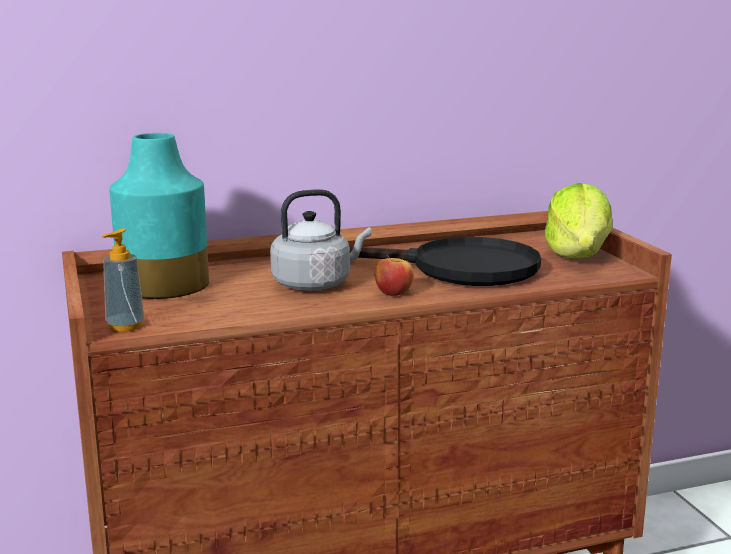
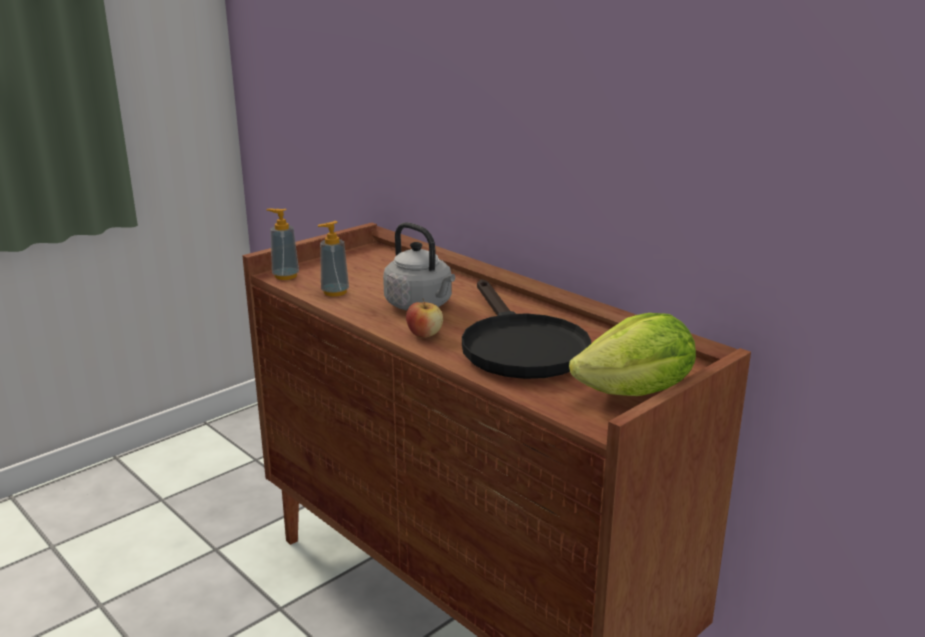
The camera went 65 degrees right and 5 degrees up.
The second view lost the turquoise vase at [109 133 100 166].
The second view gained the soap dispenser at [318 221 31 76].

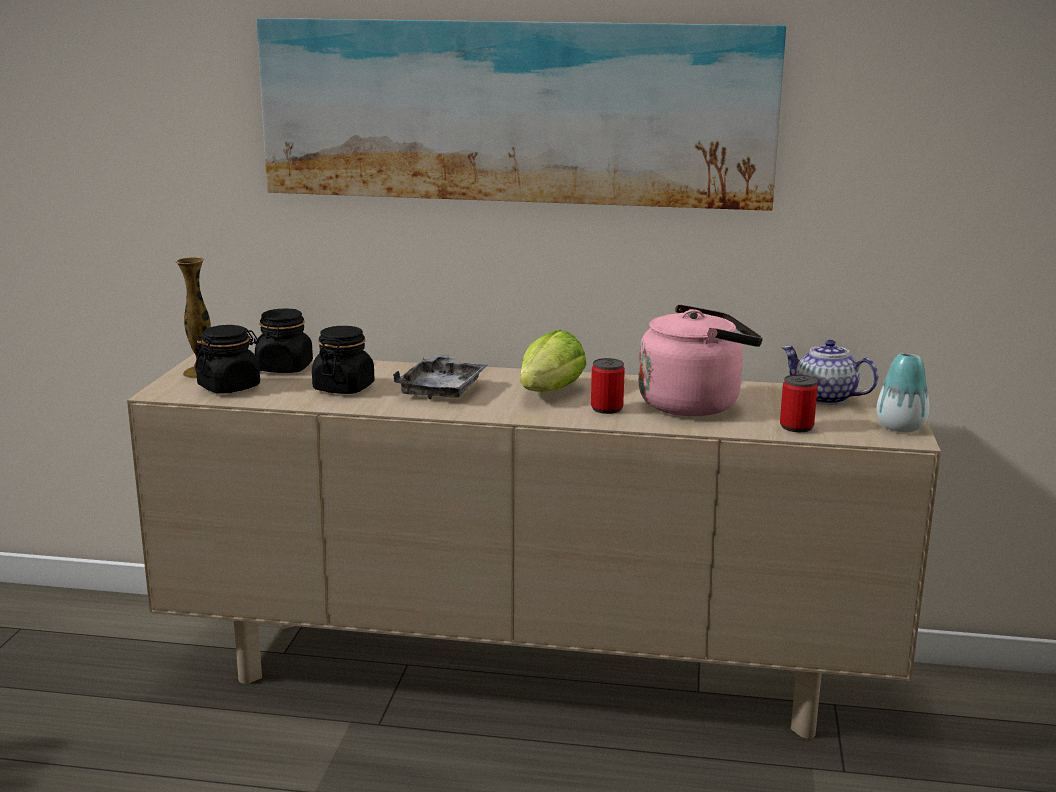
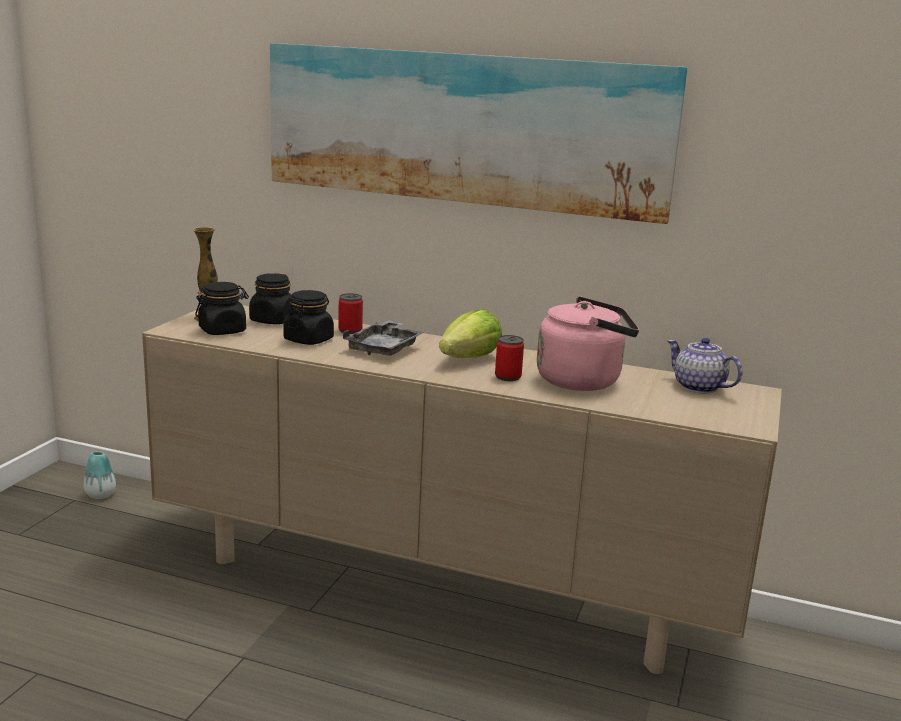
The camera went 10 degrees right and 0 degrees up.
The vase ended up elsewhere, having gone from [876 353 53 79] to [84 451 32 48].
The can ended up elsewhere, having gone from [780 375 38 57] to [338 293 25 41].

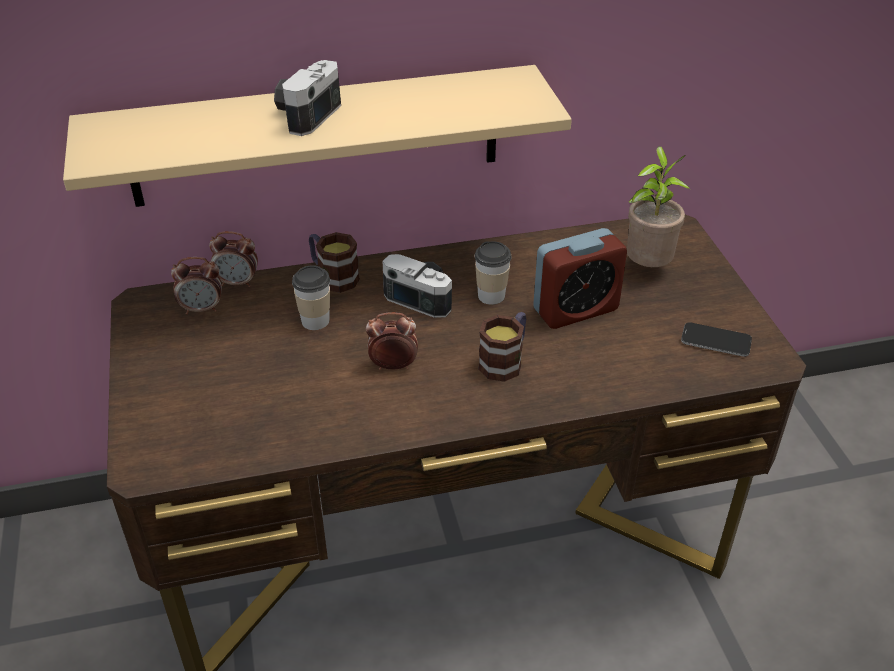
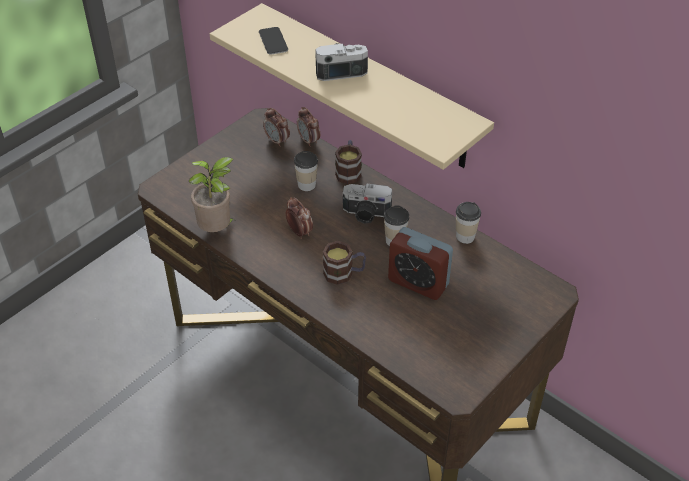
The camera went 55 degrees right and 5 degrees up.
The potted plant ended up elsewhere, having gone from [627 146 63 121] to [188 157 46 75].
The photo camera at [383 254 69 64] ended up facing another way, 105 degrees clockwise from before.
The phone ended up elsewhere, having gone from [681 322 71 35] to [259 27 29 28].
The second view gained the cup at [456 202 25 42].

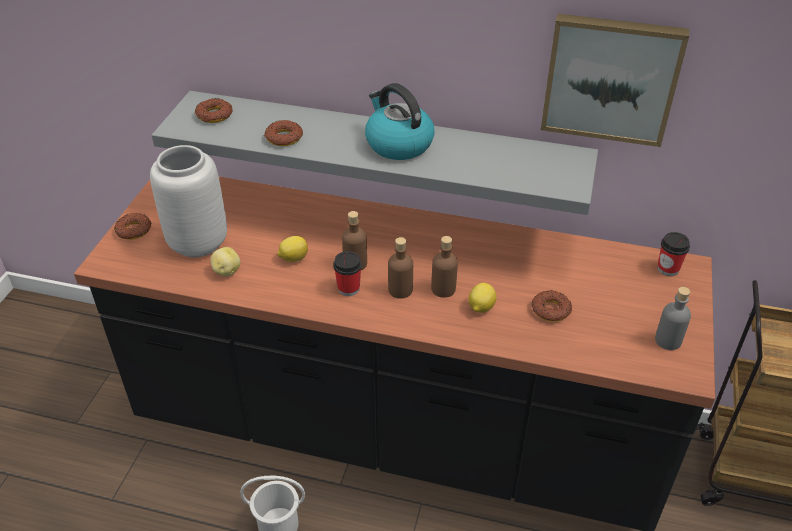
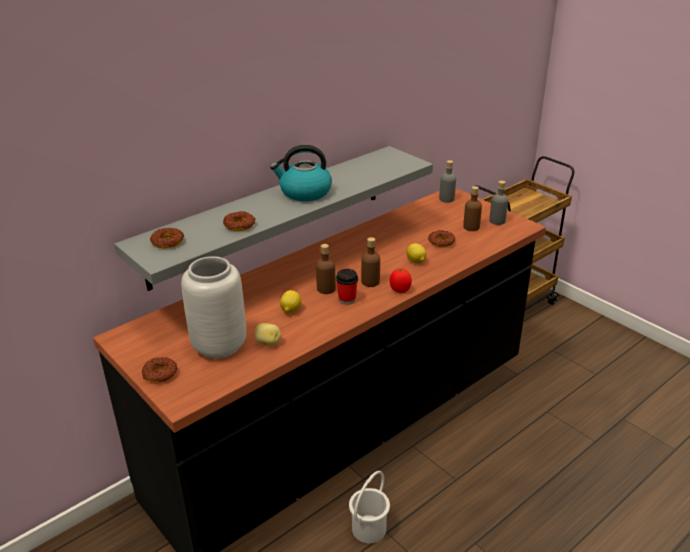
The camera went 55 degrees left and 10 degrees down.
The second view lost the picture at [541 14 148 133].
Where the cup stood at [657 232 33 44], the grey bottle came to stand at [439 160 17 43].
The brown bottle ended up elsewhere, having gone from [431 236 27 62] to [463 186 19 45].
The second view gained the tomato at [389 268 23 25].

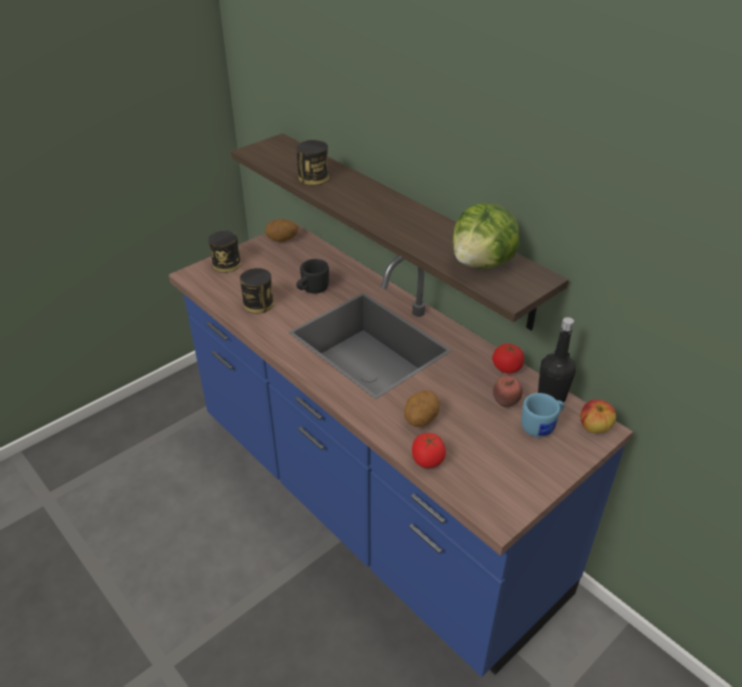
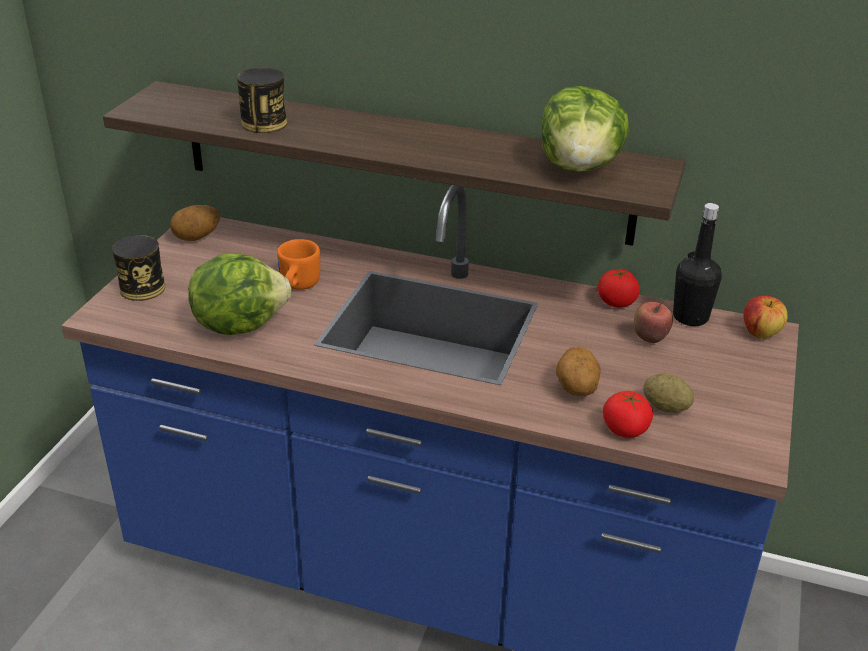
The camera went 30 degrees left and 5 degrees down.
What was the black mug at [296 259 33 35] turned into the orange mug at [277 239 43 51].
Where the can stood at [240 268 34 46], the lettuce came to stand at [188 253 103 82].
The second view lost the blue mug at [521 393 44 44].
The second view gained the potato at [643 373 51 39].

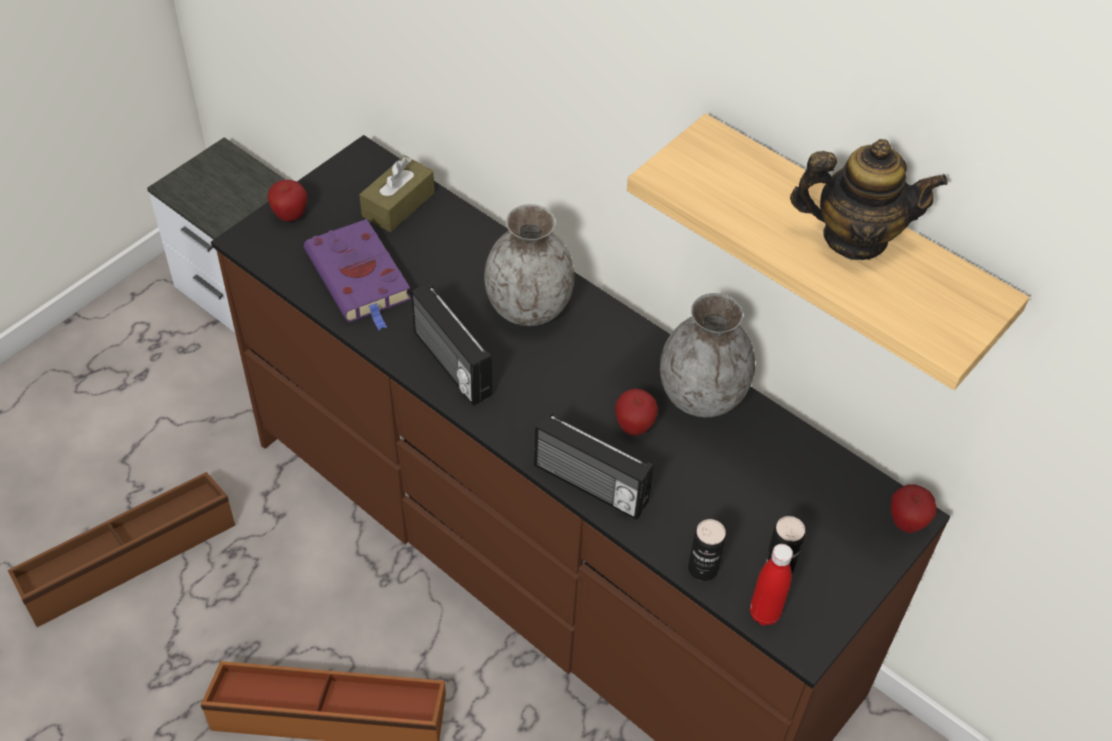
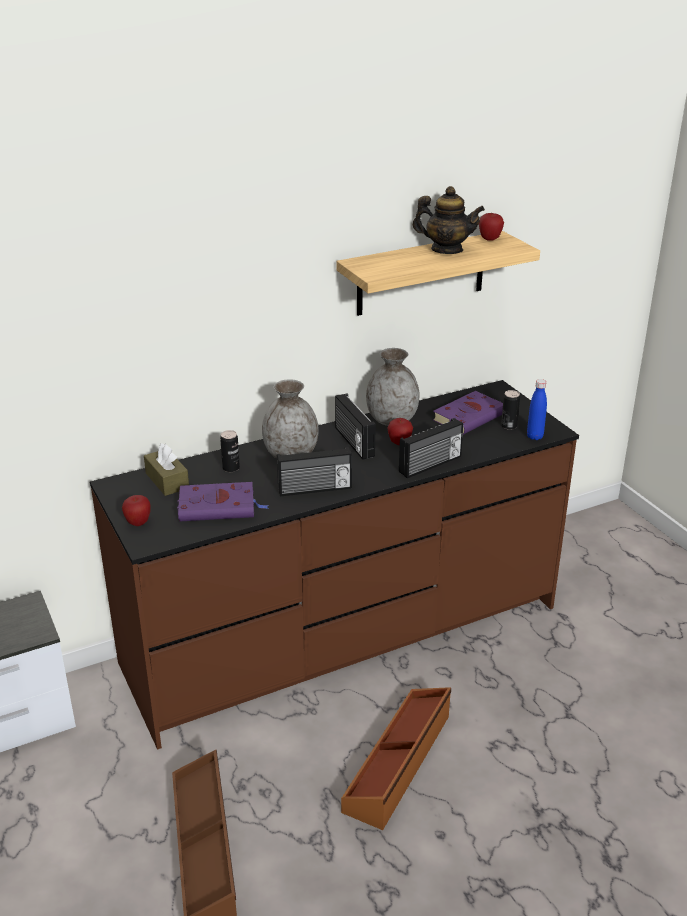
The camera went 65 degrees left and 20 degrees down.
The teapot at [790 139 158 121] ended up facing another way, 75 degrees clockwise from before.
The apple ended up elsewhere, having gone from [890 484 47 49] to [479 213 25 28].
The can ended up elsewhere, having gone from [688 519 38 62] to [220 430 20 42].
What was the red bottle at [750 544 43 81] turned into the blue bottle at [527 379 20 61].
The second view gained the purple book at [433 391 70 44].
The second view gained the radio at [335 394 41 66].

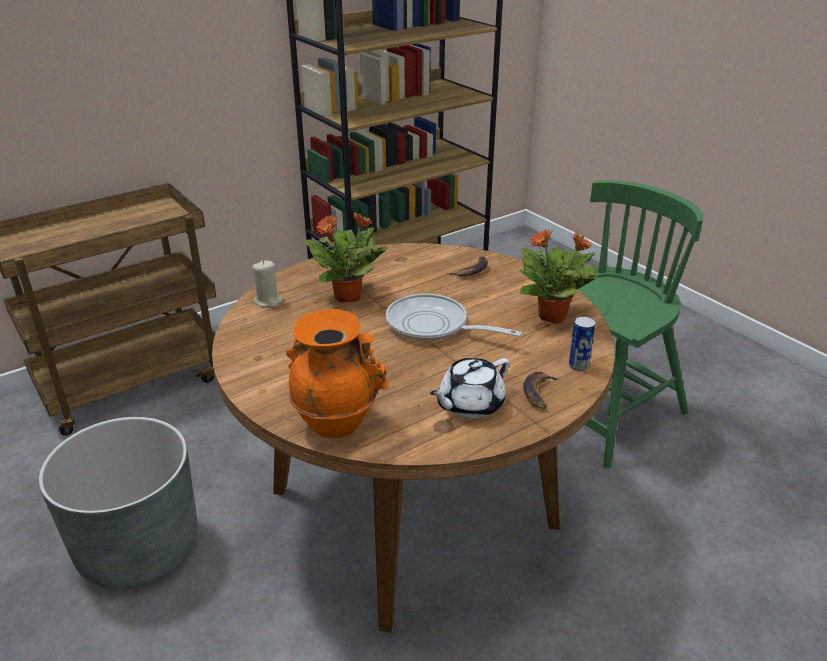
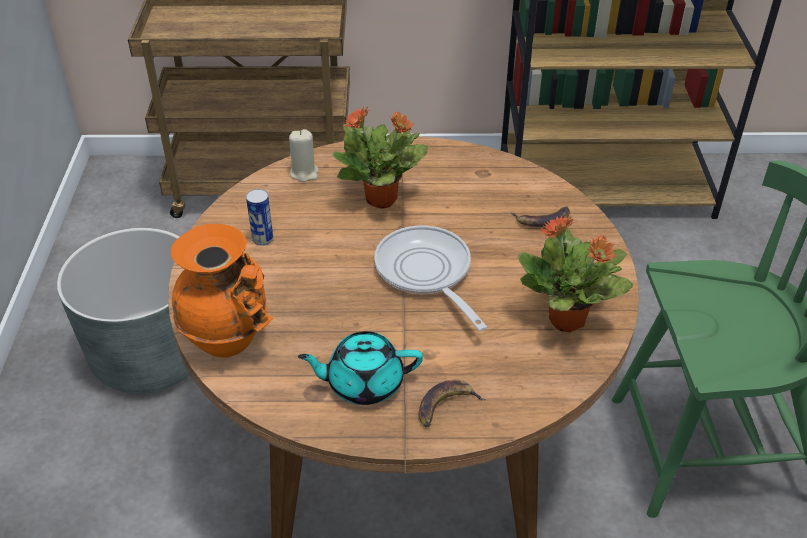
The camera went 35 degrees right and 10 degrees up.
The can ended up elsewhere, having gone from [569 316 26 55] to [246 189 27 57].
What was the white teapot at [430 358 79 60] turned into the turquoise teapot at [298 331 125 74].

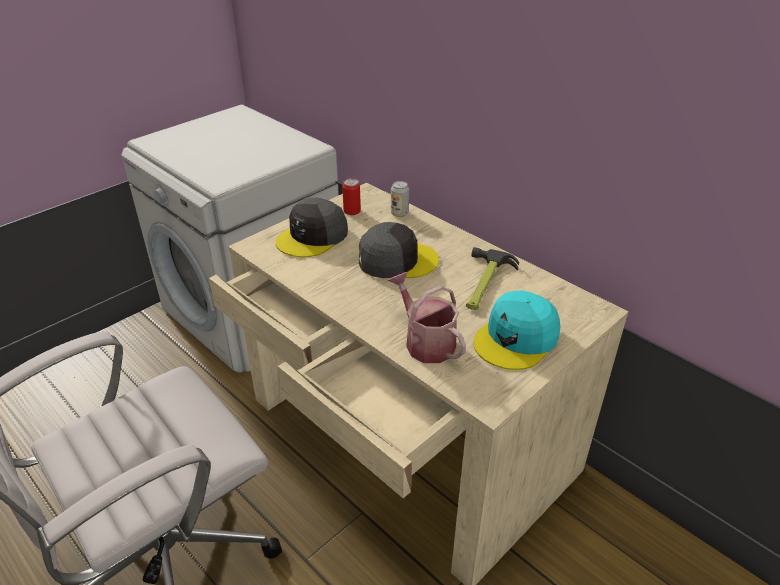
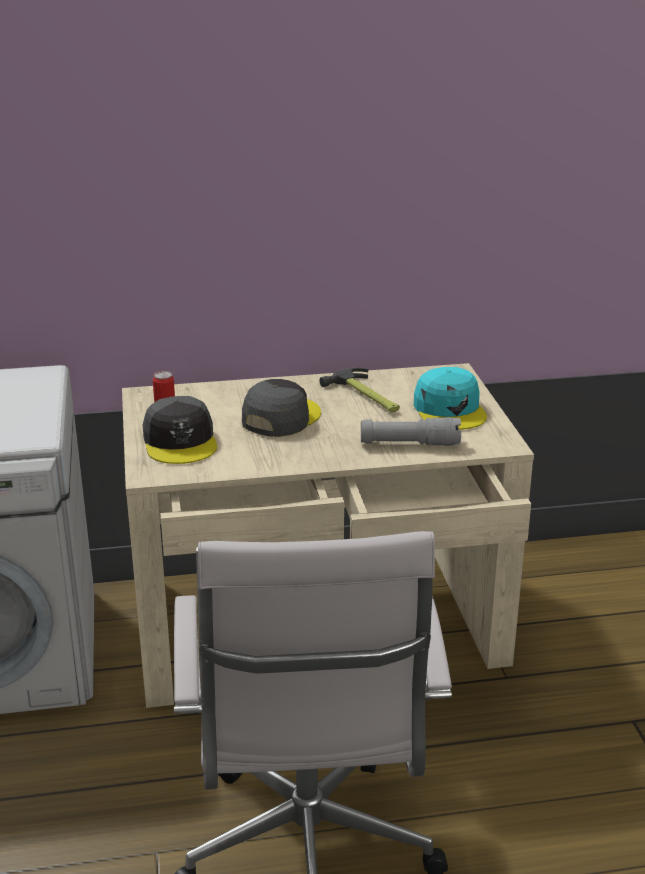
The camera went 55 degrees left and 10 degrees down.
The second view lost the can at [391 181 18 36].
Where the watering can stood at [388 272 78 91], the grey flashlight came to stand at [361 417 100 29].

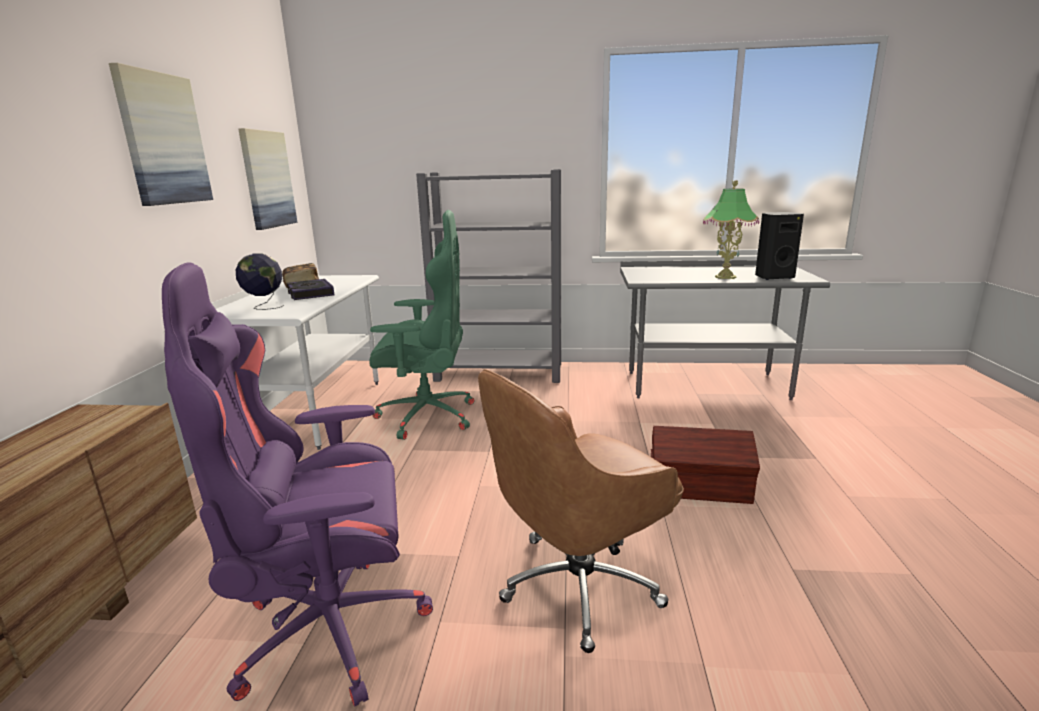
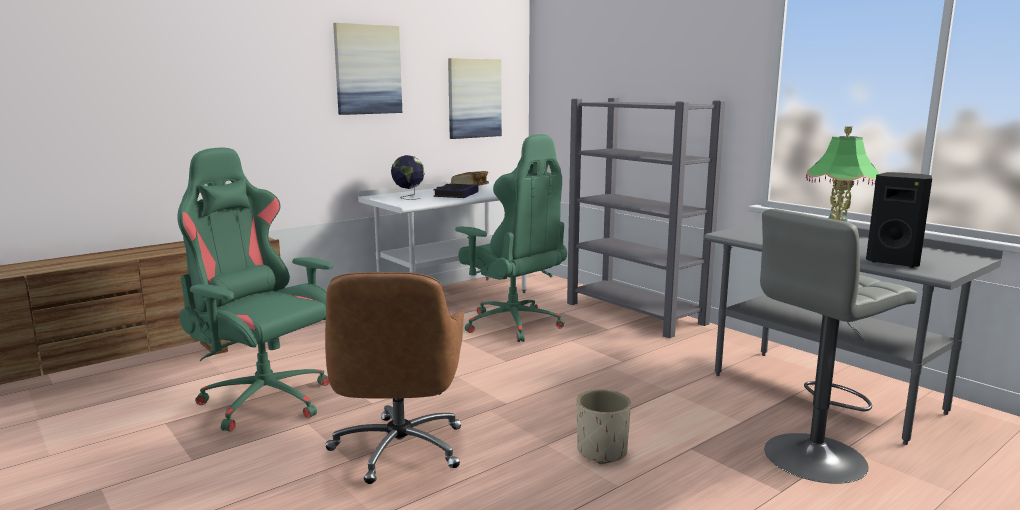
The camera went 45 degrees right and 5 degrees down.
What was the purple office chair at [162 262 271 445] turned into the green office chair at [177 148 156 283].
The brown office chair at [478 369 206 284] ended up facing another way, 105 degrees counterclockwise from before.
Where the brown storage box stood at [651 426 109 78], the beige planter came to stand at [577 390 54 74].
The second view gained the grey stool at [760 209 158 275].

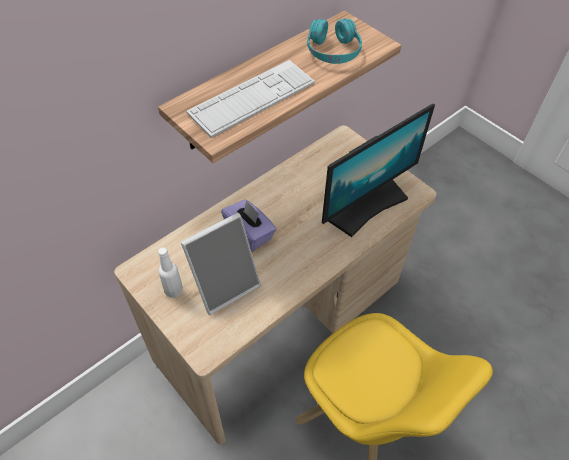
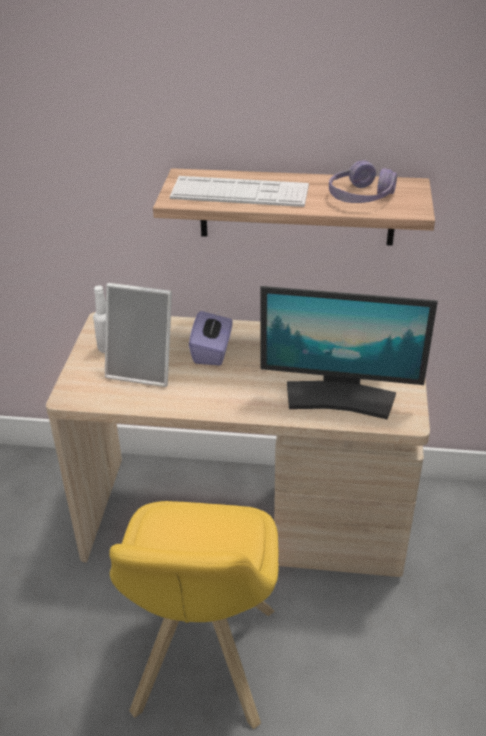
The camera went 50 degrees right and 15 degrees down.
What was the turquoise headphones at [307 18 55 46] turned into the purple headphones at [329 160 68 43].

